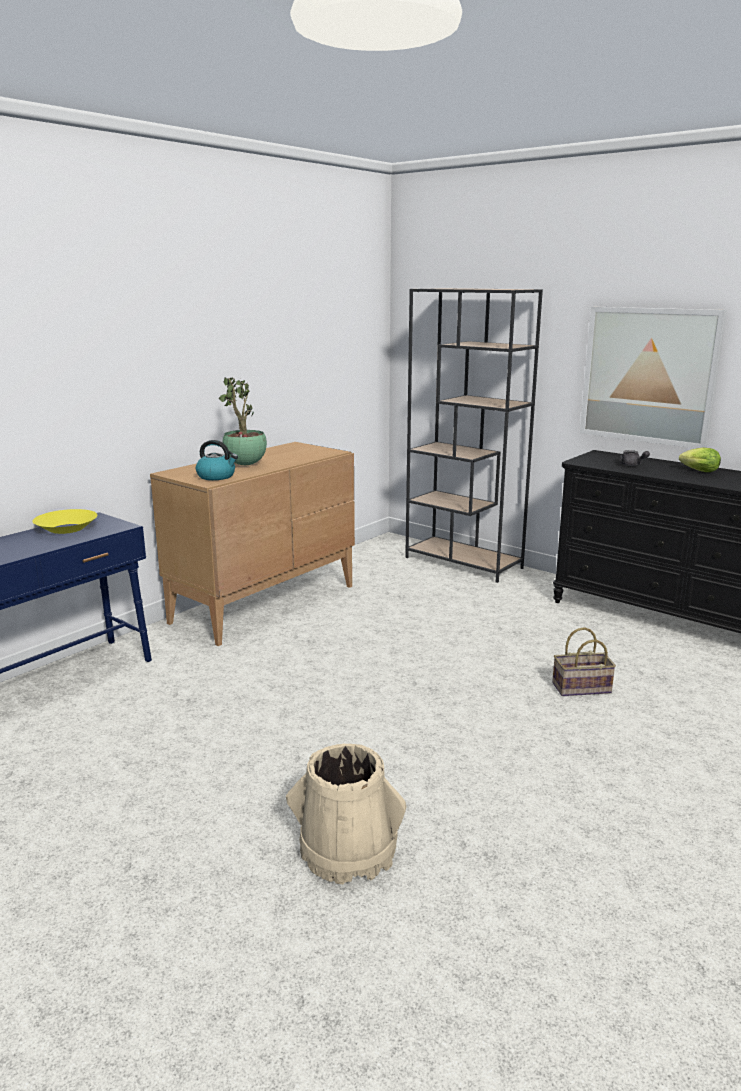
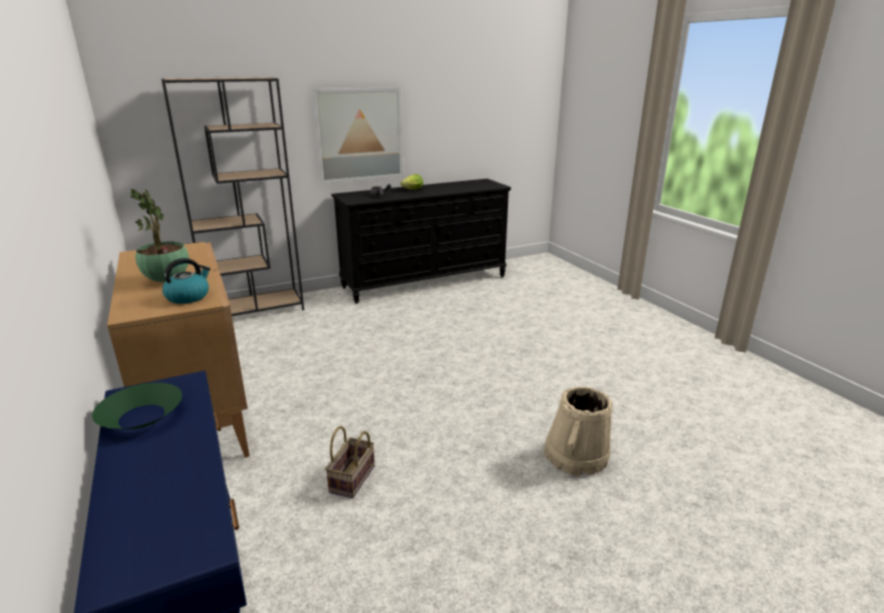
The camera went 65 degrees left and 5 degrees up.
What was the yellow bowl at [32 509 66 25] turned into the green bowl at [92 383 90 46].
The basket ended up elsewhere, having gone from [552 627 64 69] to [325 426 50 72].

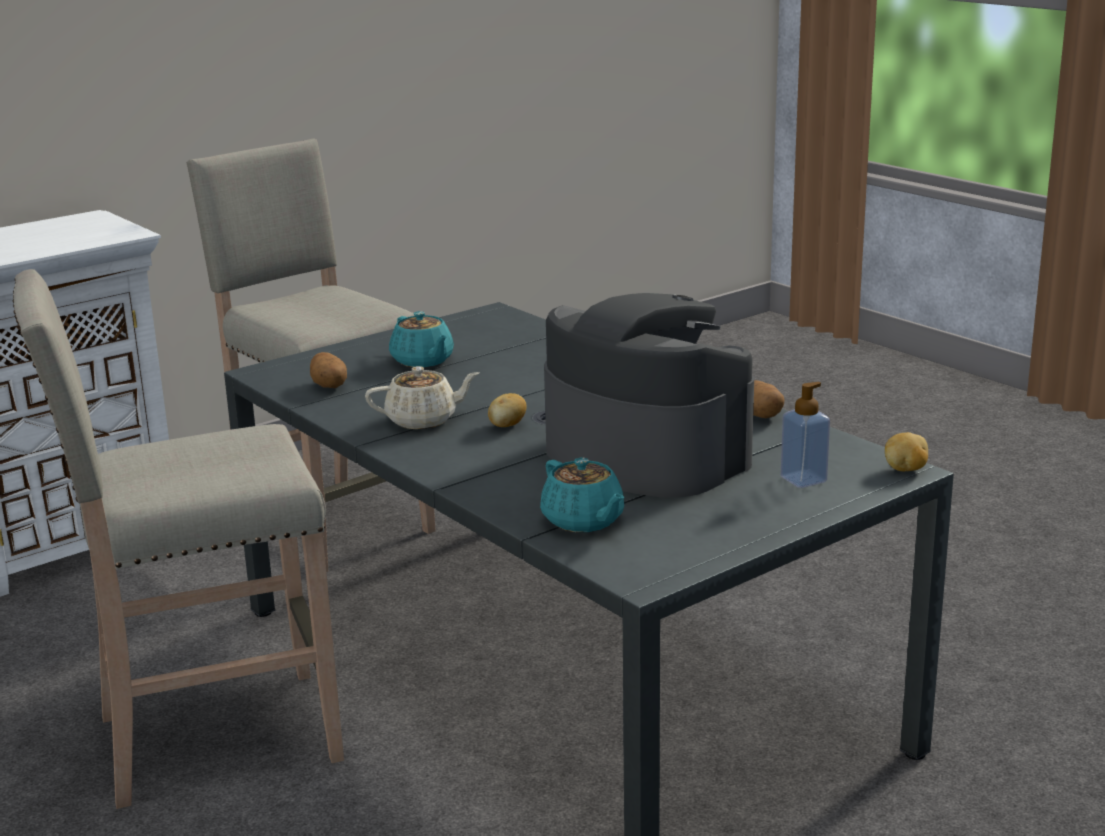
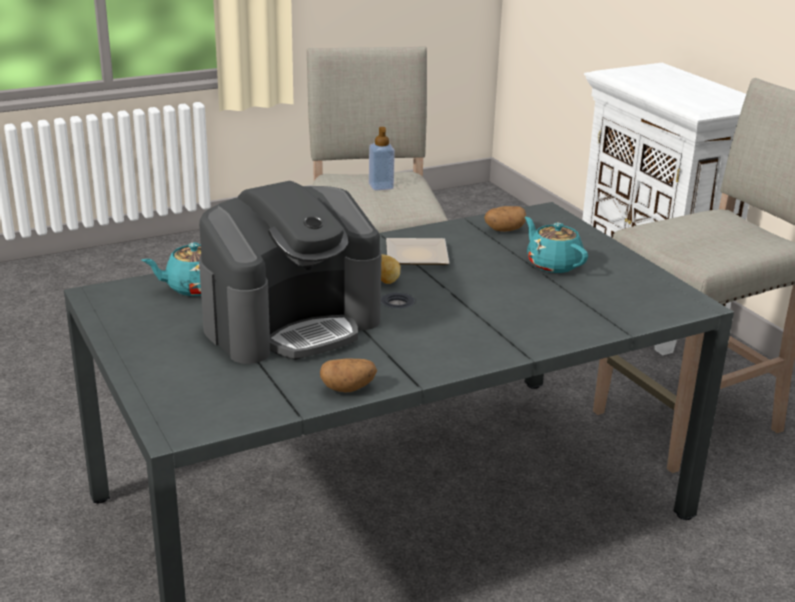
The camera went 100 degrees right and 5 degrees up.
The turquoise teapot at [389 311 65 56] ended up facing another way, 75 degrees clockwise from before.
Where the beige teapot stood at [365 366 114 63], the plate came to stand at [386 238 63 27].
The soap dispenser ended up elsewhere, having gone from [781 382 49 106] to [369 127 26 63].
The second view lost the potato at [885 432 43 39].

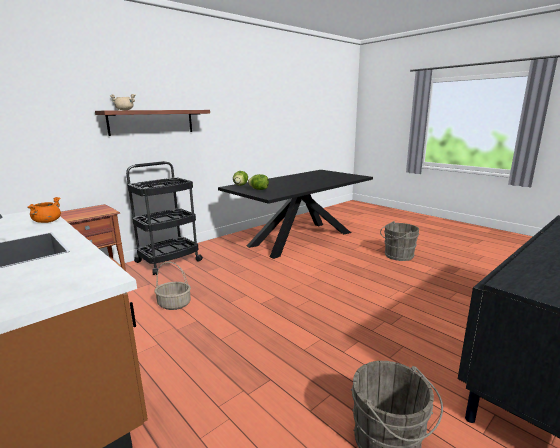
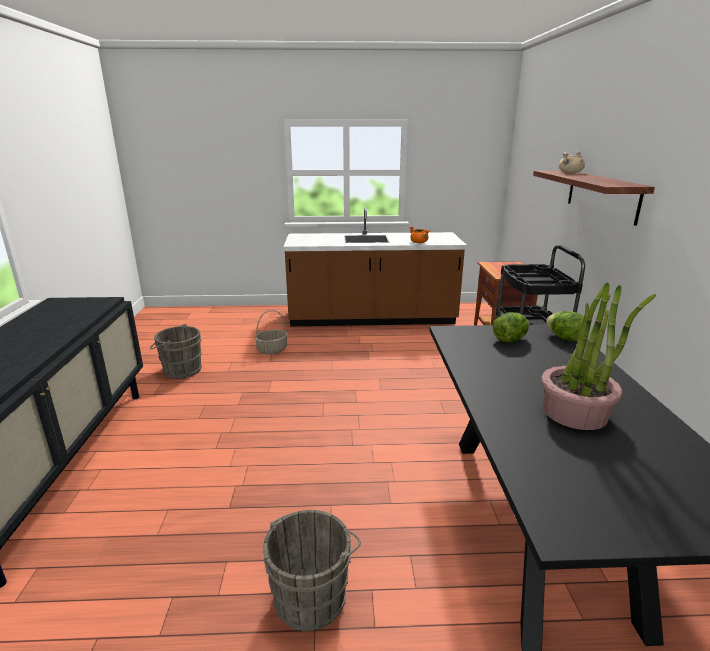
The camera went 130 degrees right and 5 degrees up.
The basket ended up elsewhere, having gone from [155 262 36 48] to [255 310 33 45].
The second view gained the potted plant at [541 282 115 148].

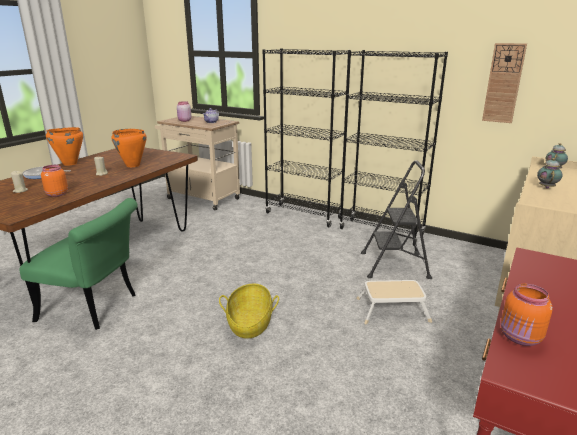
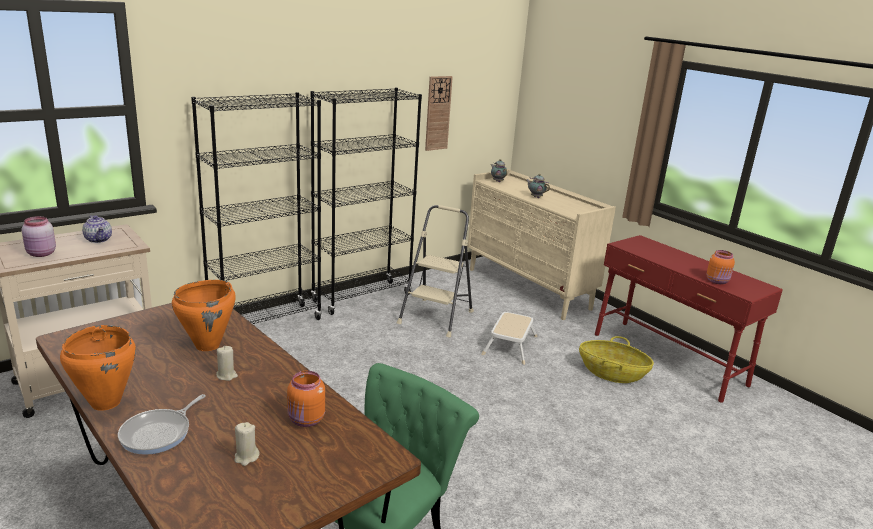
The camera went 70 degrees left and 0 degrees up.
What was the black step ladder at [361 160 71 119] turned into the beige step ladder at [396 205 78 132].
The basket ended up elsewhere, having gone from [219 284 60 55] to [579 336 75 47].

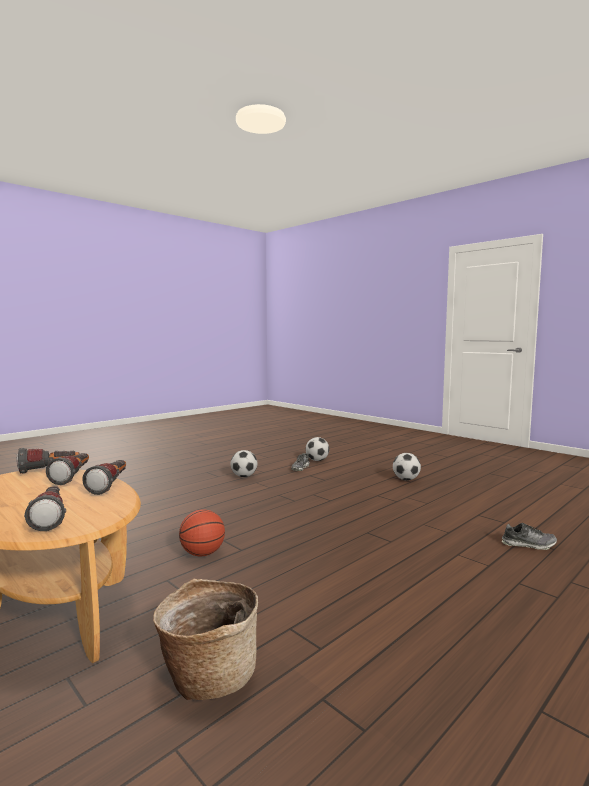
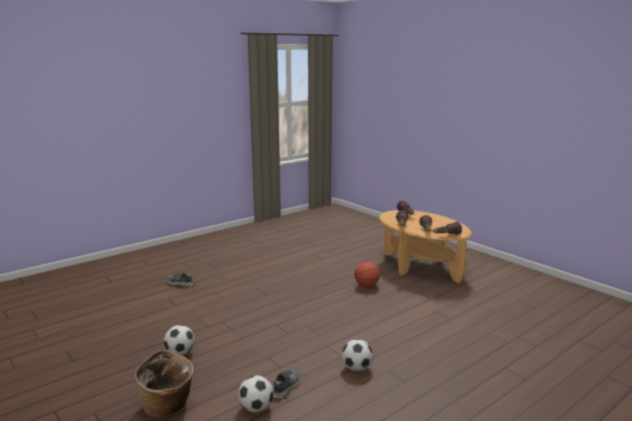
The camera went 175 degrees left and 10 degrees up.
The basket ended up elsewhere, having gone from [153 578 105 122] to [135 350 58 67].

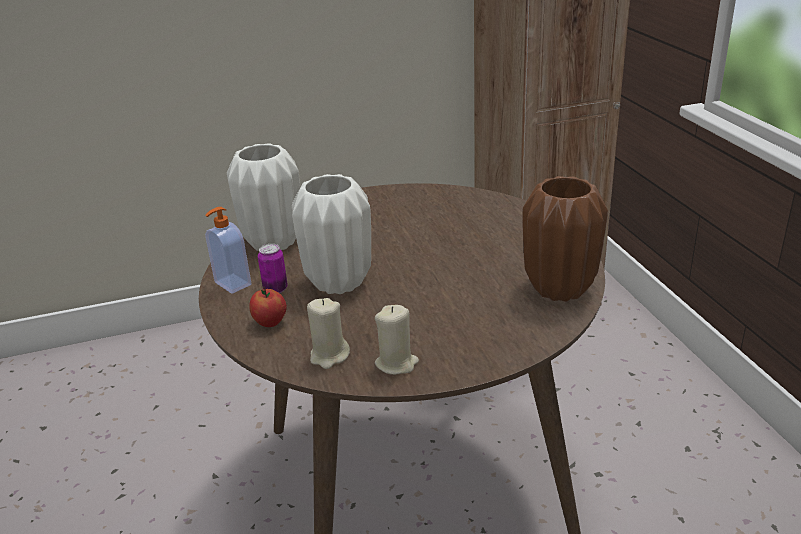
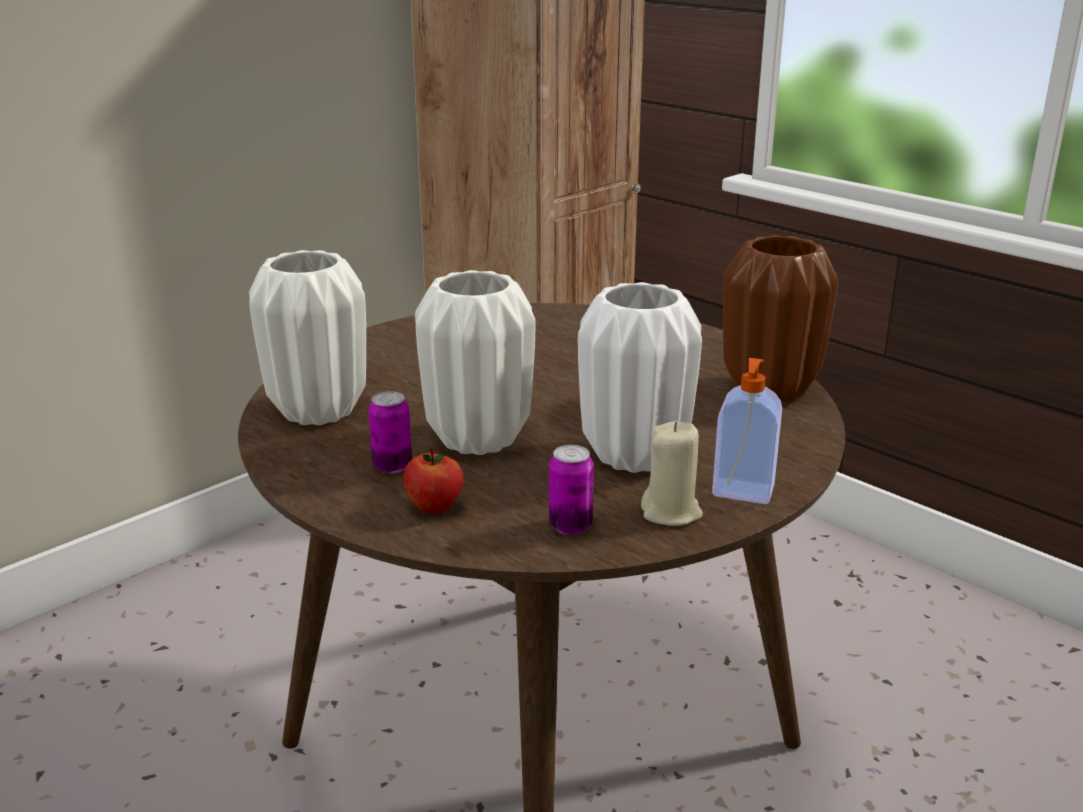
The camera went 30 degrees left and 5 degrees down.
The soap dispenser ended up elsewhere, having gone from [205 207 46 87] to [712 358 70 146].
Where the beige candle stood at [307 298 43 71], the can came to stand at [549 445 45 90].
The second view gained the white vase at [578 282 124 191].

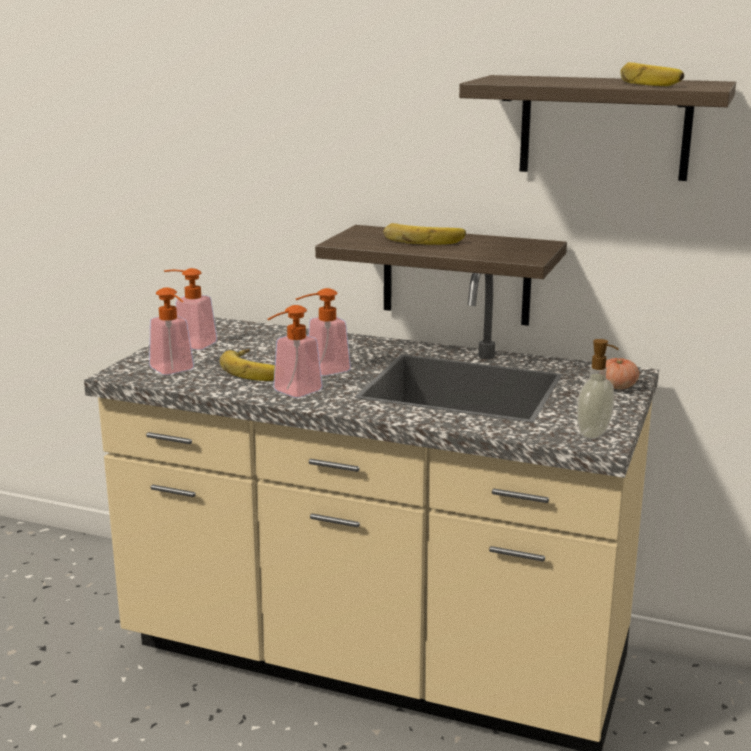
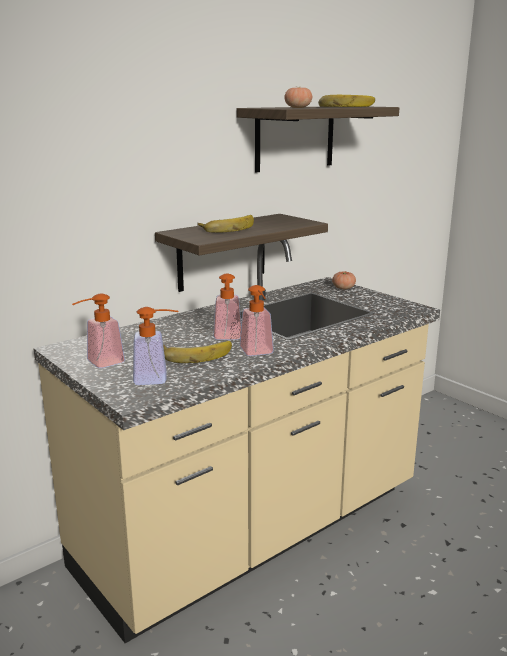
The camera went 60 degrees left and 0 degrees up.
The second view lost the soap dispenser at [577 339 42 100].
The second view gained the tomato at [284 86 28 22].

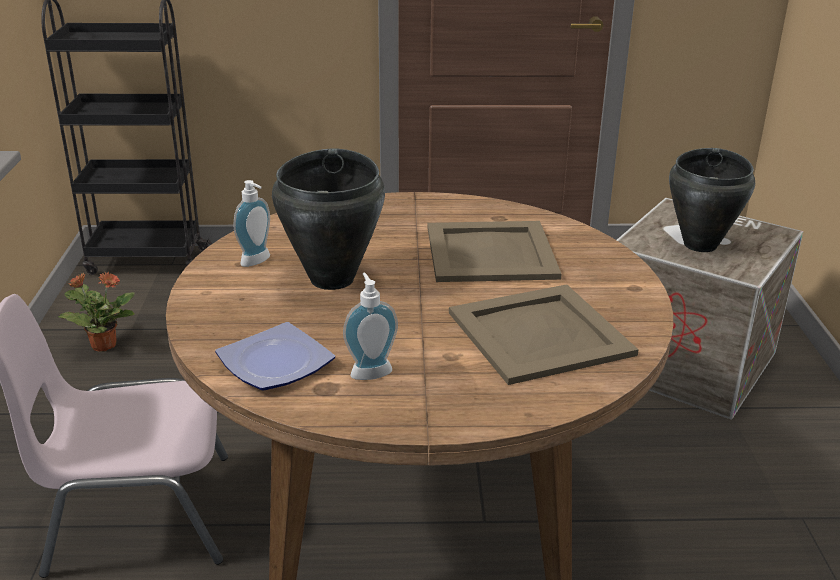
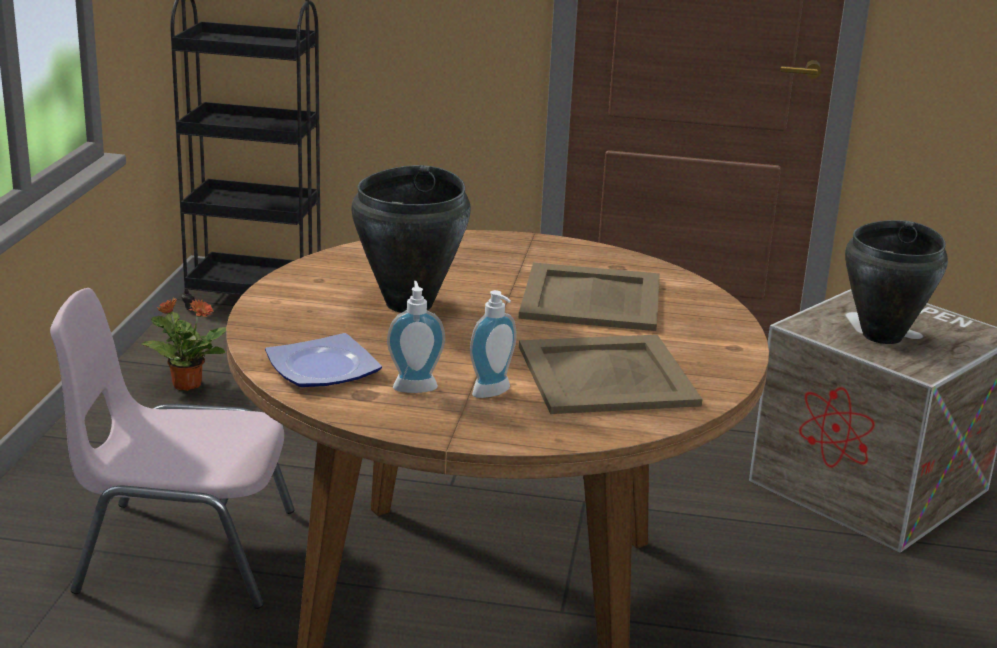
The camera went 10 degrees right and 5 degrees down.
The soap dispenser ended up elsewhere, having gone from [234 180 36 87] to [470 290 47 108].

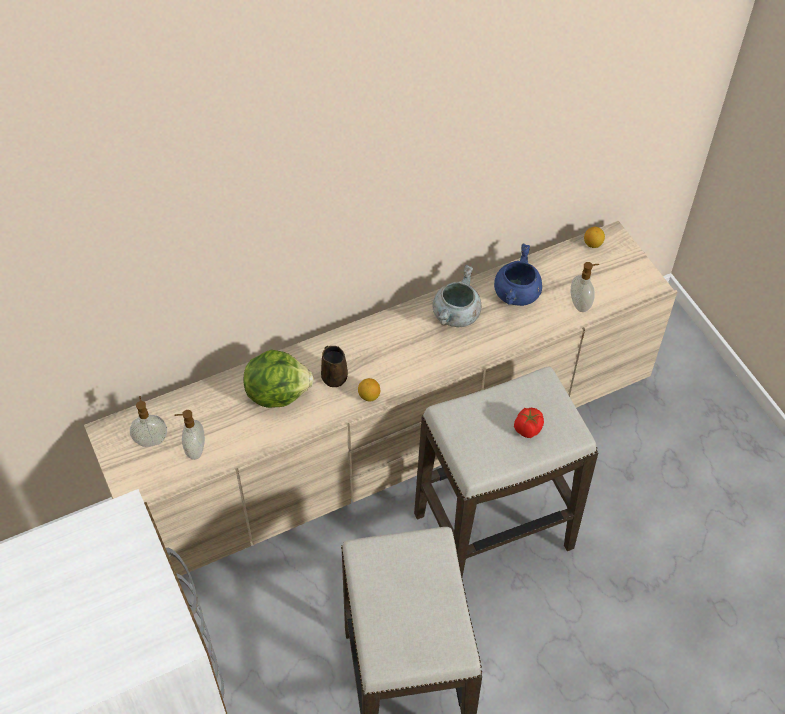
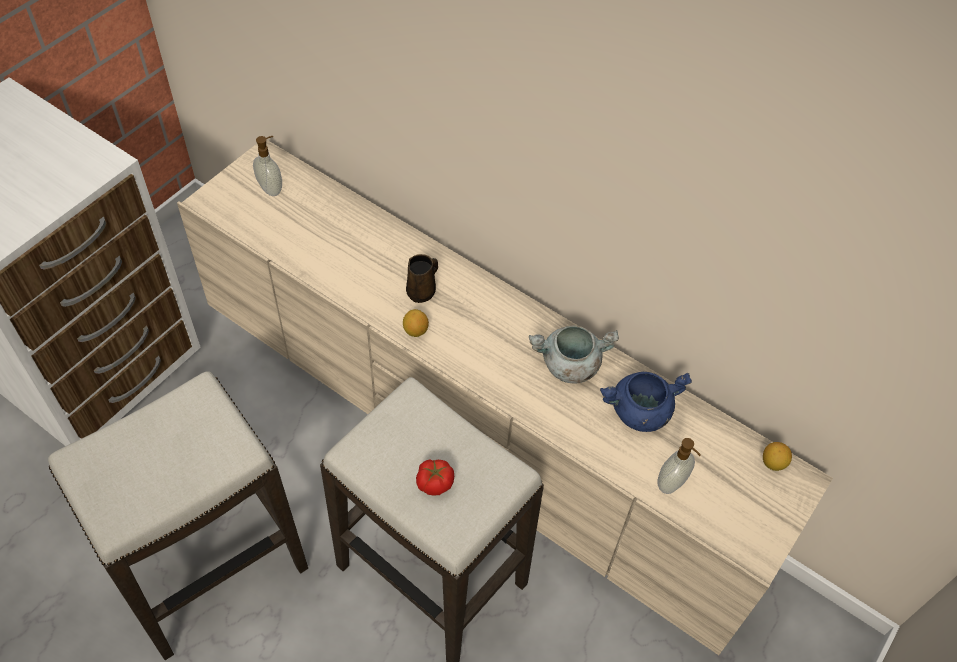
The camera went 60 degrees right and 0 degrees up.
The second view lost the lettuce at [243 349 71 59].
The second view lost the soap dispenser at [174 410 31 50].

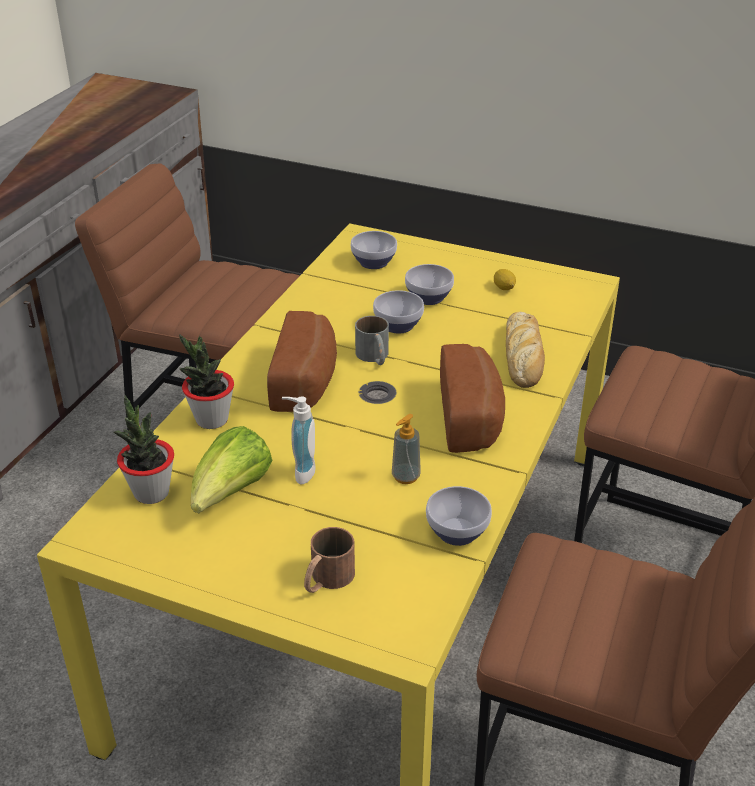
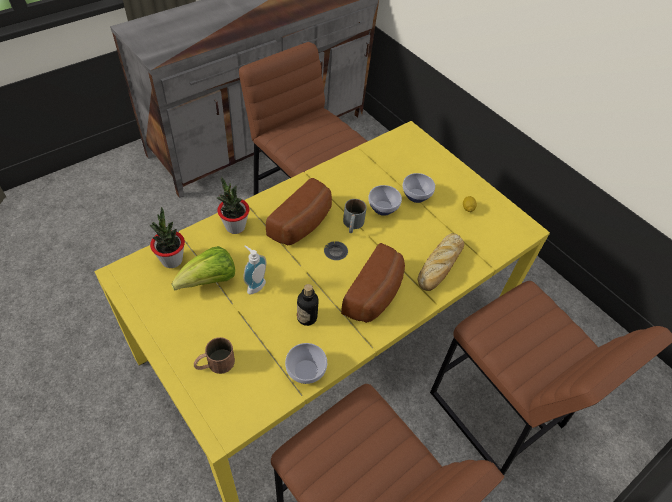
The camera went 25 degrees right and 15 degrees up.
The second view lost the bowl at [350 231 47 38].
Where the soap dispenser stood at [392 414 29 70], the bottle came to stand at [297 284 22 42].

